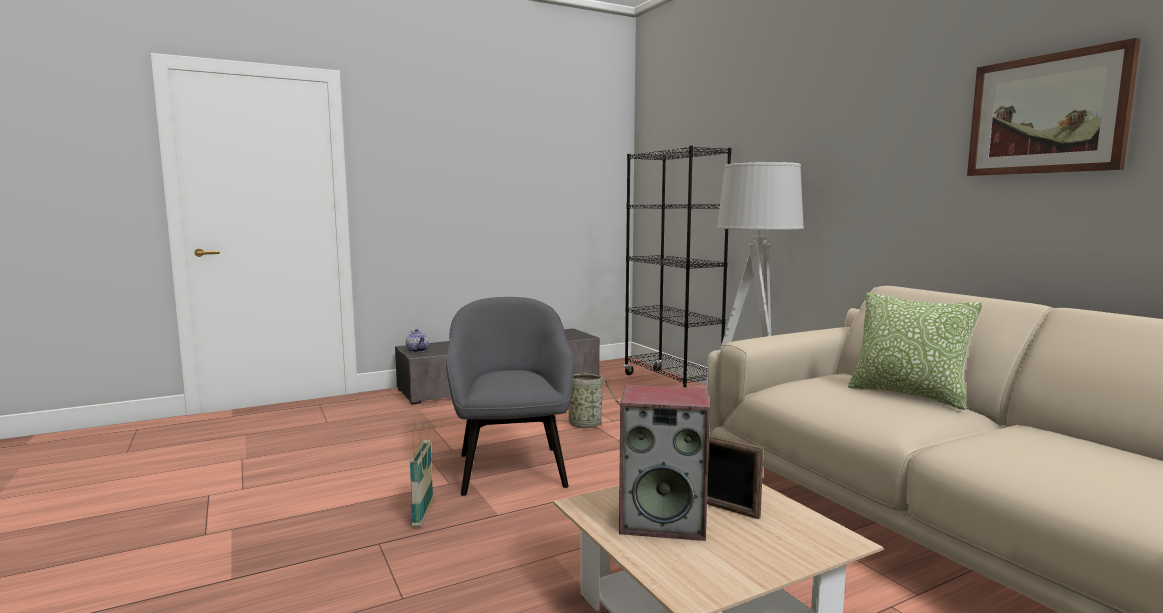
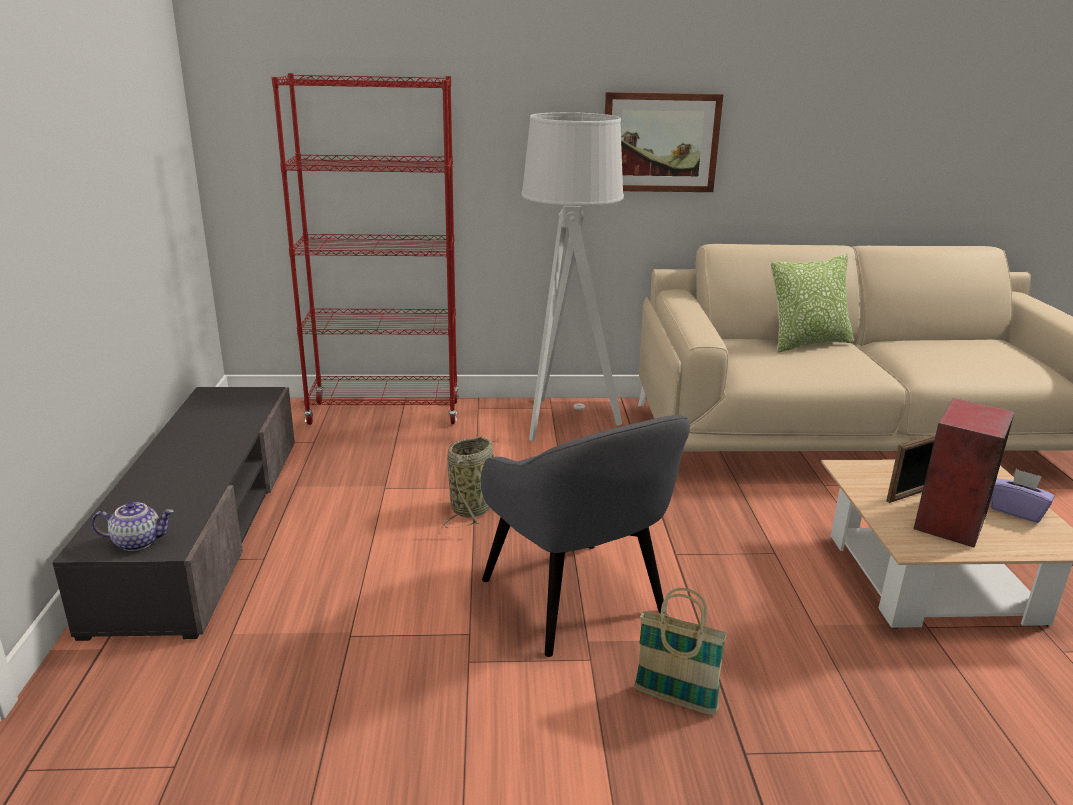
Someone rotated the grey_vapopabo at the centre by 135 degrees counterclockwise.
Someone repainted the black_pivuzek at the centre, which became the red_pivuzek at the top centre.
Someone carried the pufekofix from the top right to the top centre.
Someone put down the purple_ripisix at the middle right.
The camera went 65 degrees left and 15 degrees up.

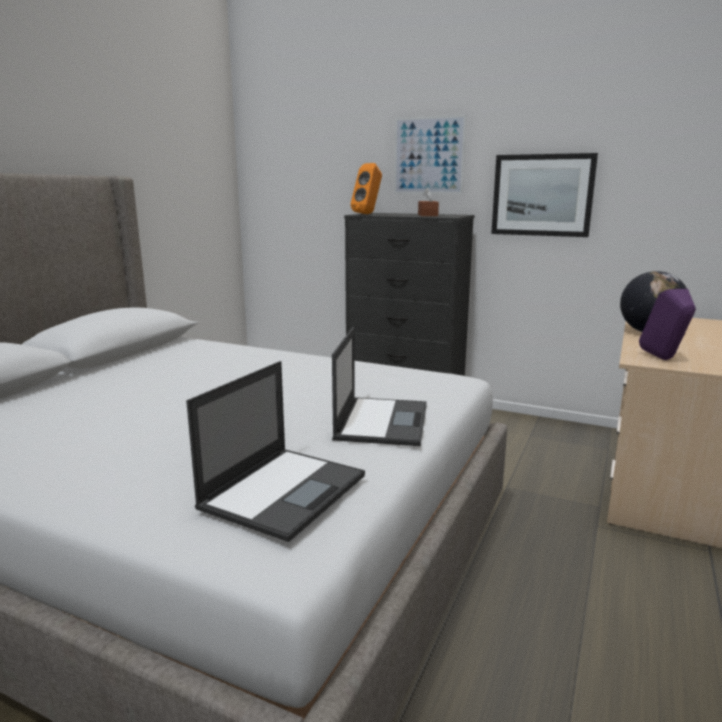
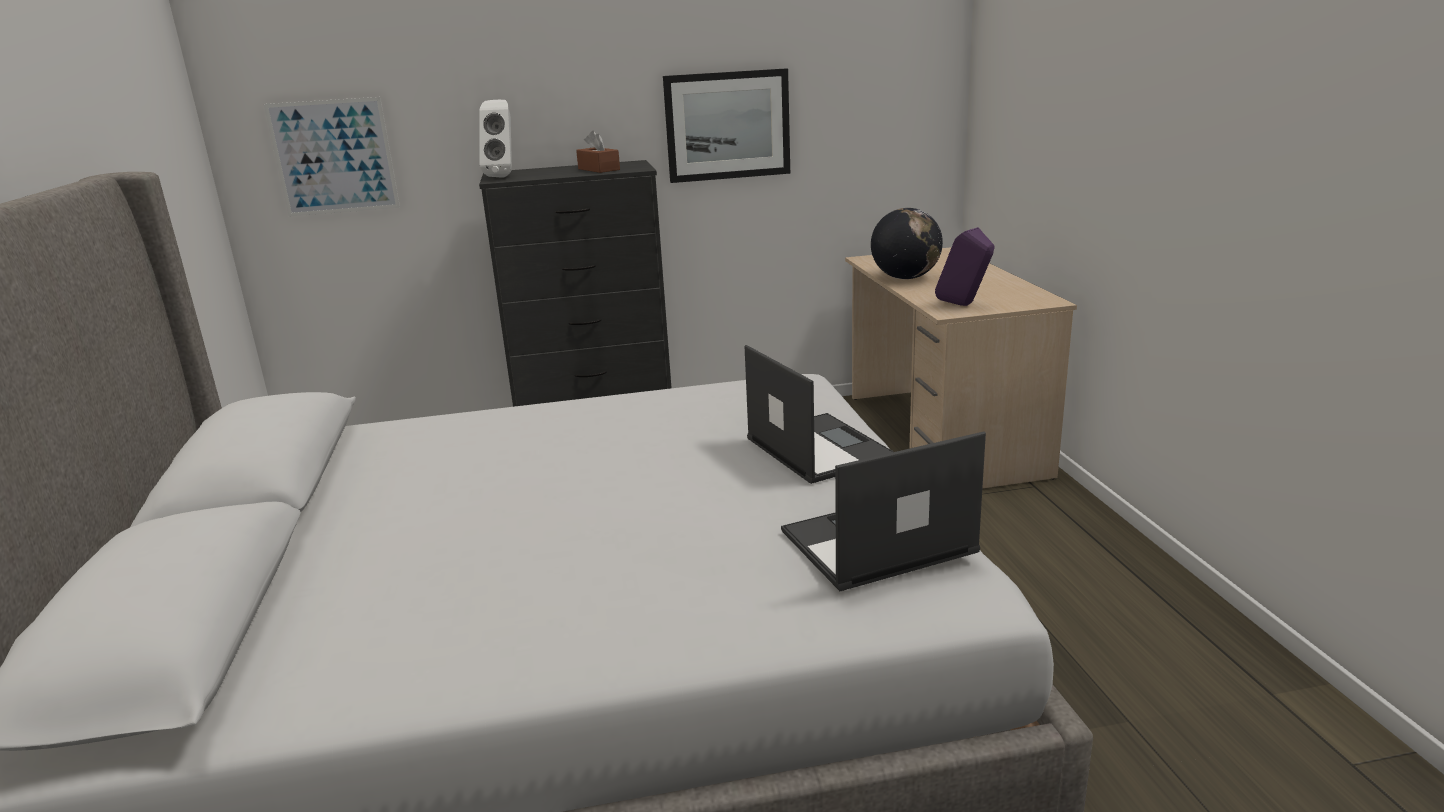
Someone rotated the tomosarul (no. 1 from left in the first image) at the centre by 105 degrees counterclockwise.
Someone repainted the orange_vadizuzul at the top centre, which became the white_vadizuzul at the top centre.
Someone carried the pufekofix (no. 1 from left) from the top centre to the top left.
The camera went 35 degrees left and 5 degrees up.

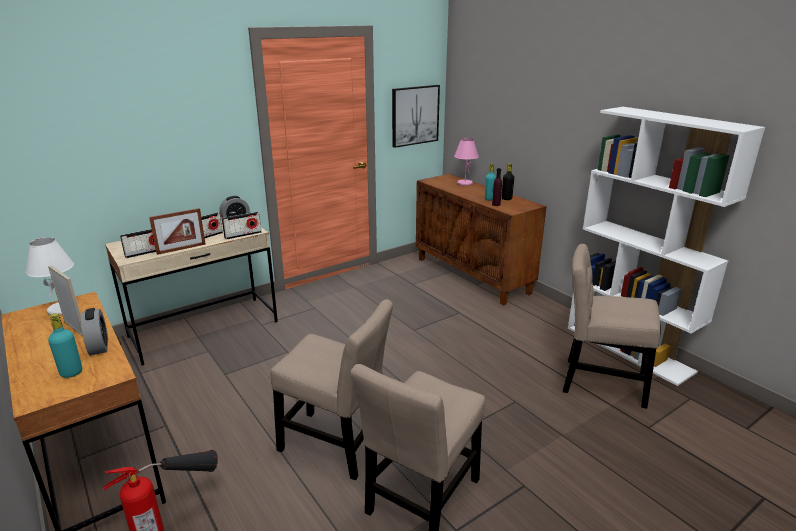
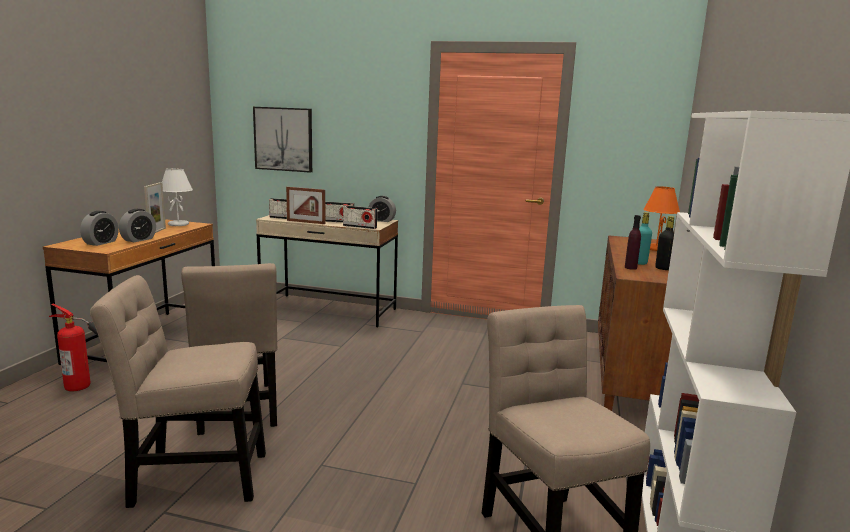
Someone swapped the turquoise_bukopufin (no. 1 from left) at the middle left for the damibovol (no. 1 from left) at the middle left.
Someone carried the pufekofix from the top centre to the top left.
Someone repainted the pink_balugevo at the top centre, which became the orange_balugevo at the middle right.
The camera went 50 degrees right and 10 degrees down.

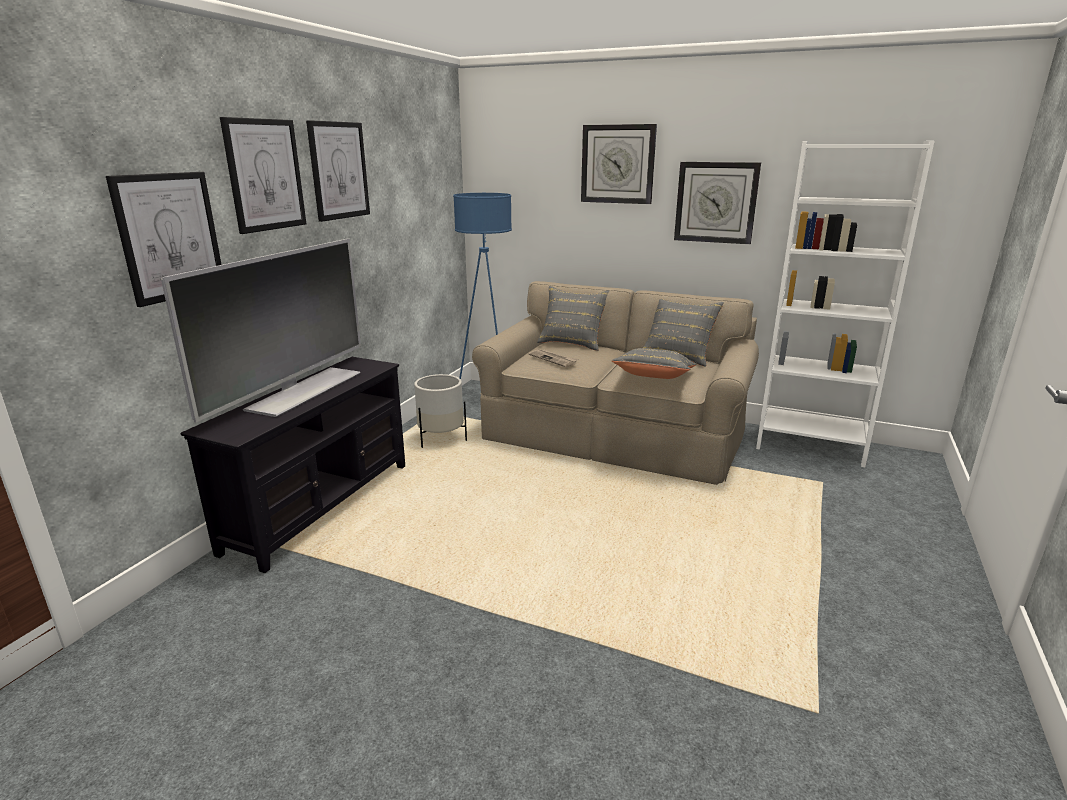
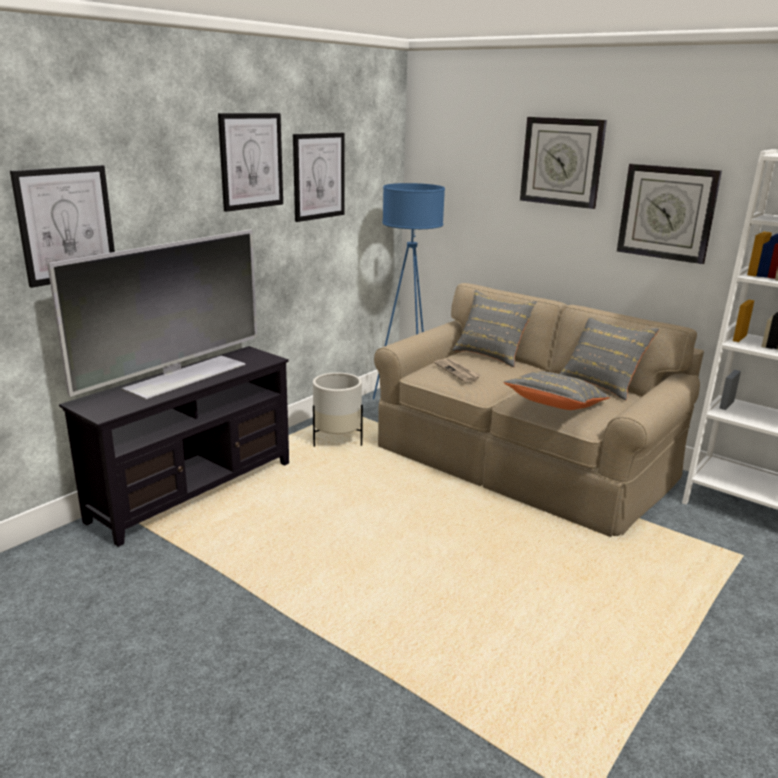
Someone carried the pufekofix (no. 2 from left in the first image) from the top left to the top centre.
The camera went 15 degrees right and 0 degrees up.

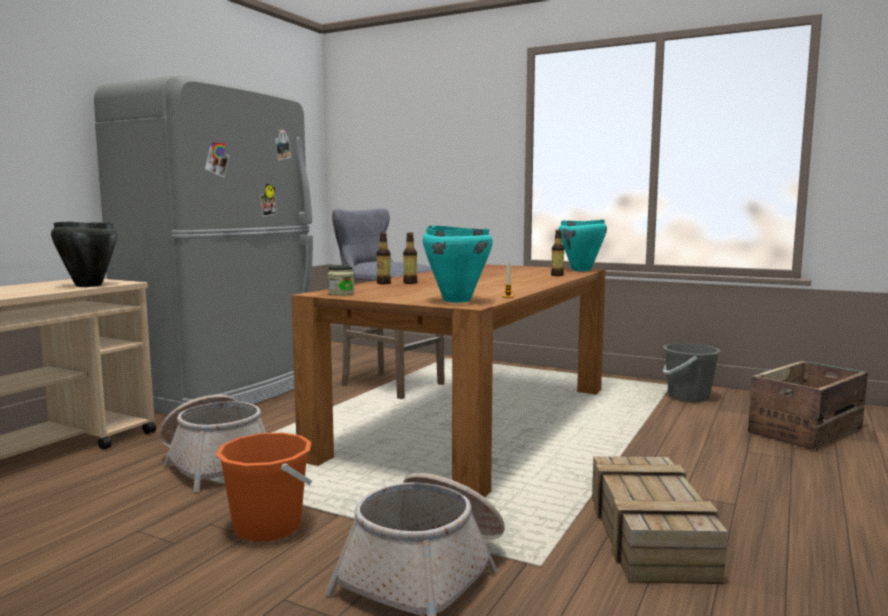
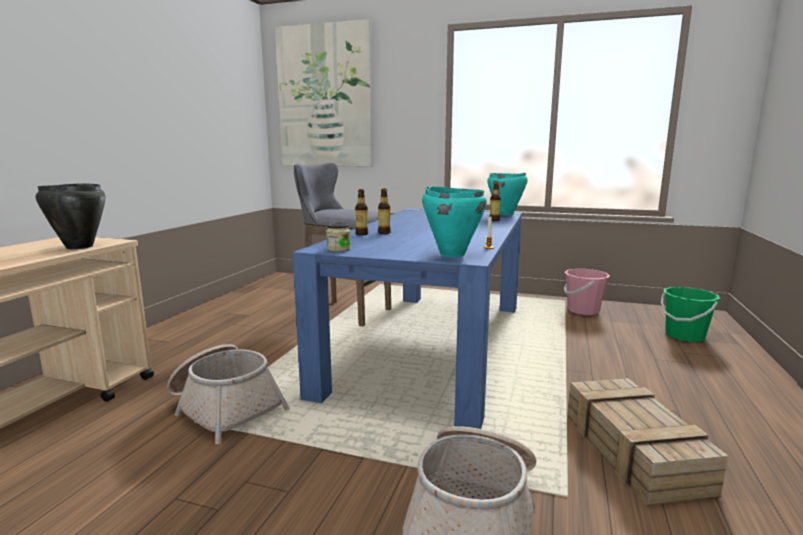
Someone took away the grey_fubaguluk at the middle left.
Someone took away the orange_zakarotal at the bottom left.
Someone repainted the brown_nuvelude at the centre, which became the blue_nuvelude at the centre.
Someone repainted the grey_zakarotal at the middle right, which became the pink_zakarotal at the middle right.
Someone swapped the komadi (no. 2 from left) at the middle right for the green_zakarotal at the middle right.
Someone put up the pufekofix at the top centre.
The camera went 10 degrees left and 5 degrees up.

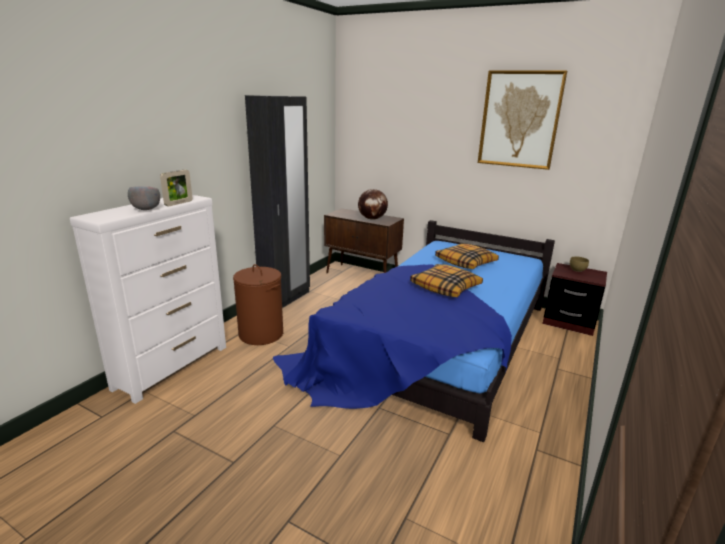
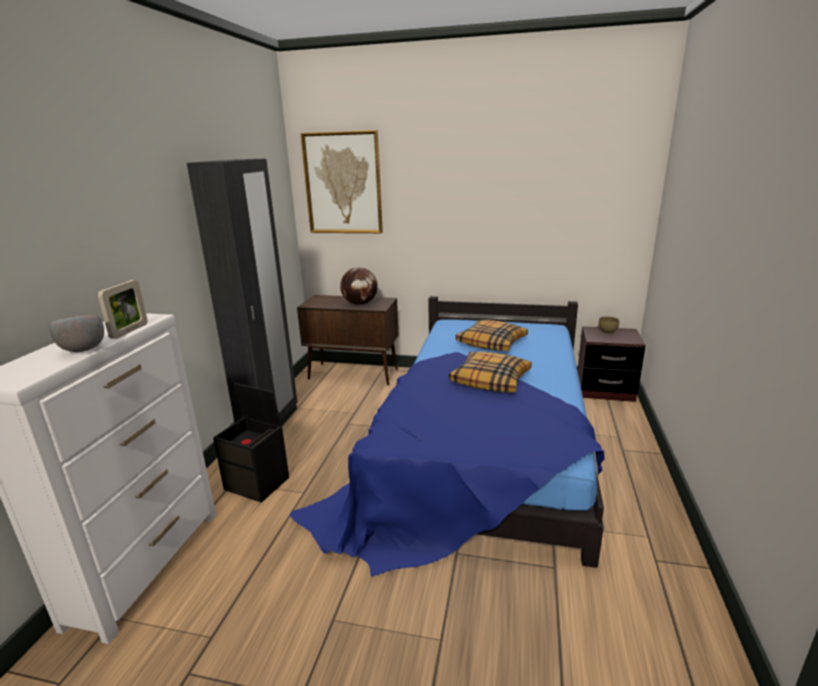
Someone swapped the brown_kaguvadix at the centre for the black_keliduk at the middle left.
Someone carried the pufekofix from the top right to the top centre.
The camera went 15 degrees left and 0 degrees up.

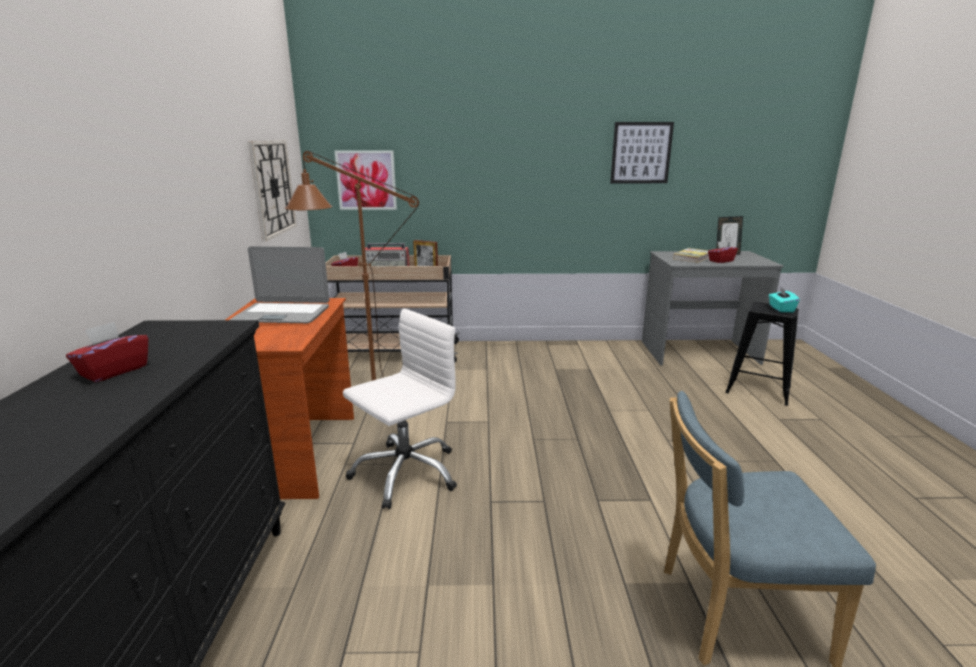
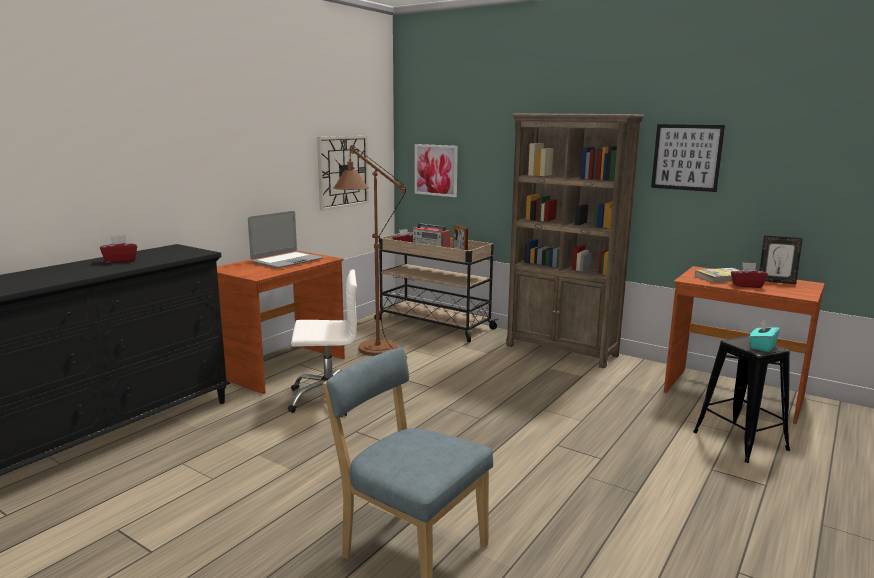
Someone rotated the tomosarul at the middle left by 90 degrees counterclockwise.
Someone repainted the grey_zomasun at the middle right, which became the brown_zomasun (no. 2 from left) at the middle right.
Someone put down the brown_pivuzek at the centre.
The camera went 35 degrees right and 5 degrees down.

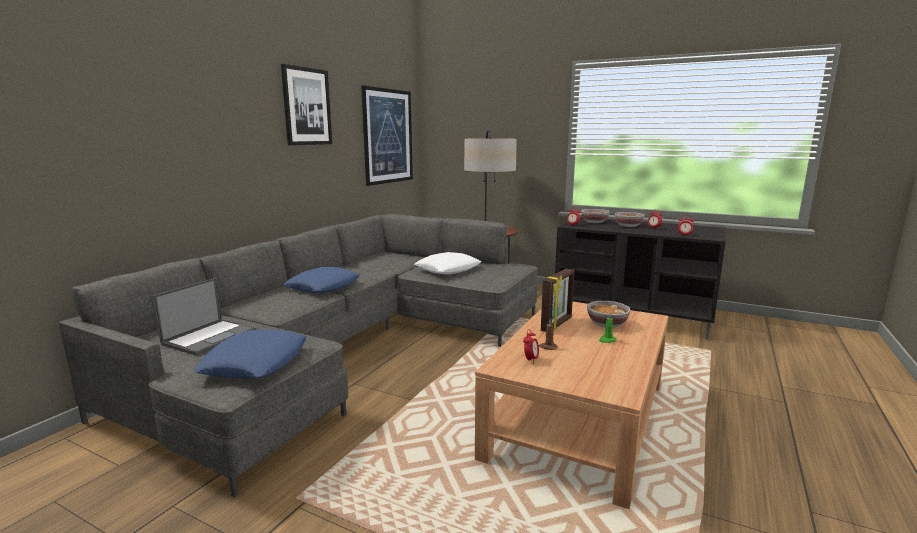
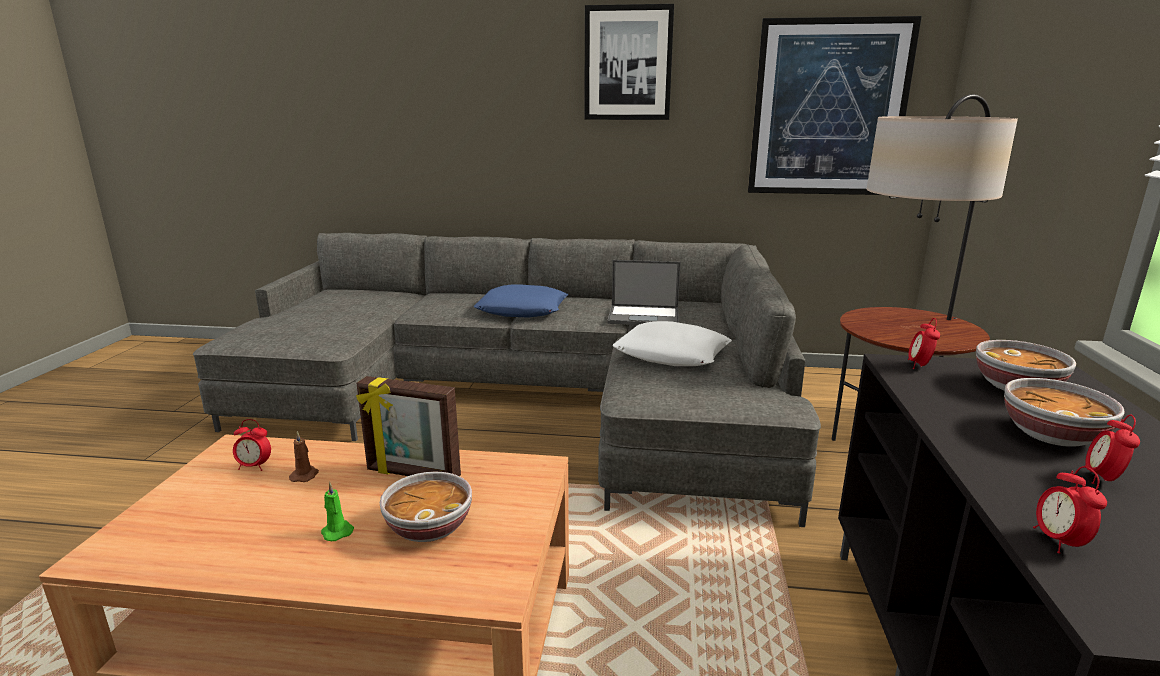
Someone carried the tomosarul from the middle left to the centre.
Someone took away the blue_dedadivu (no. 1 from left) at the middle left.
The camera went 70 degrees right and 5 degrees up.

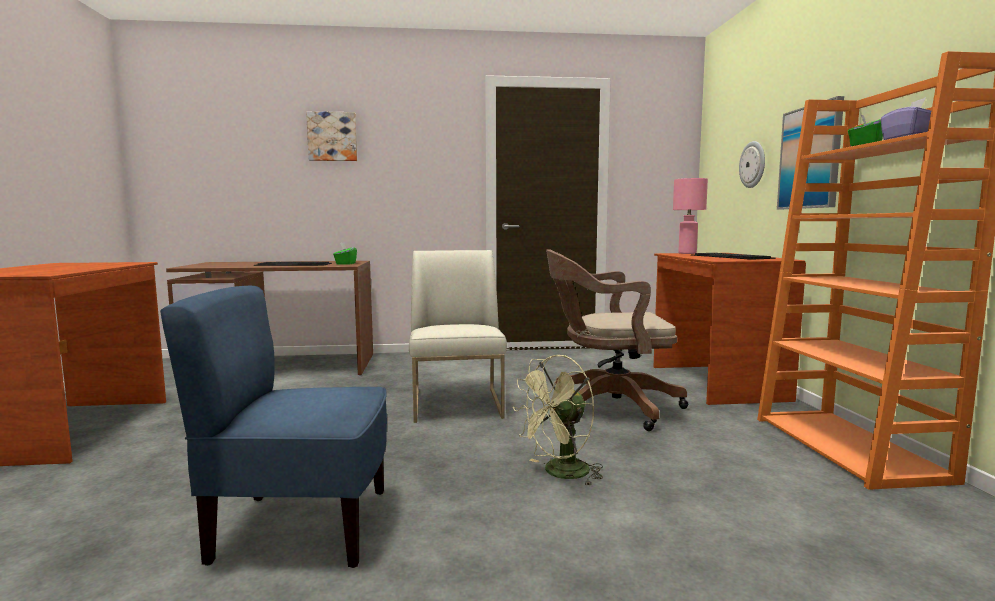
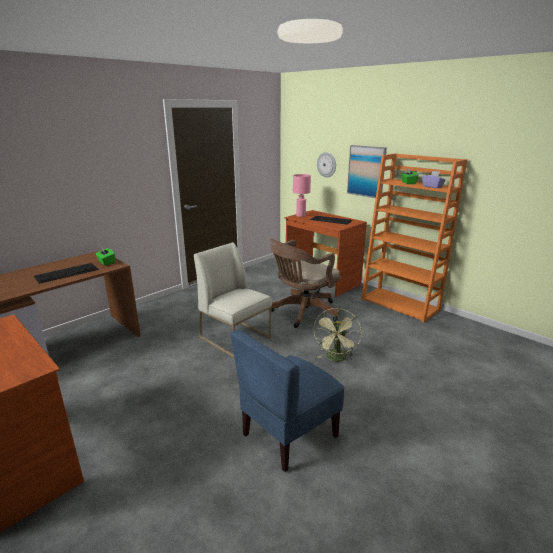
Someone took away the pufekofix (no. 1 from left) at the top left.
The camera went 40 degrees left and 15 degrees up.

